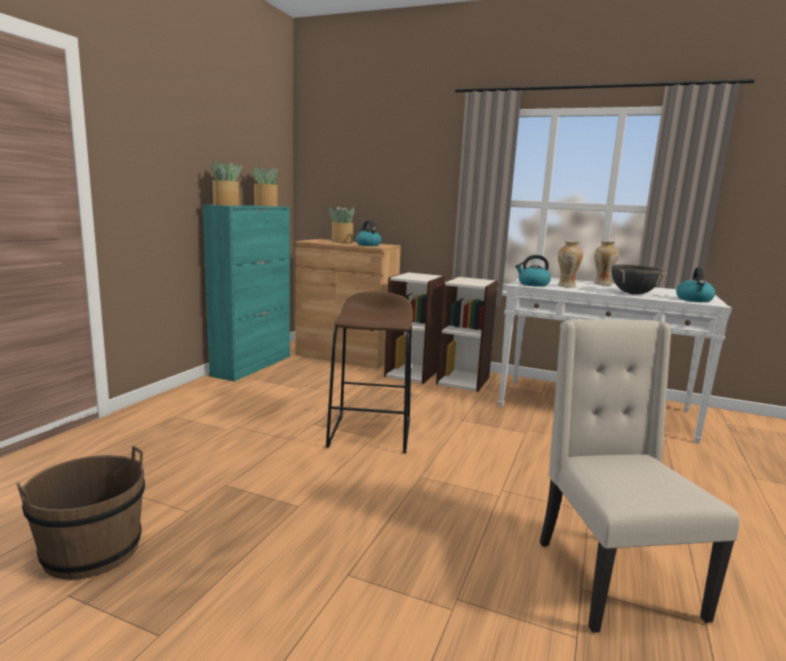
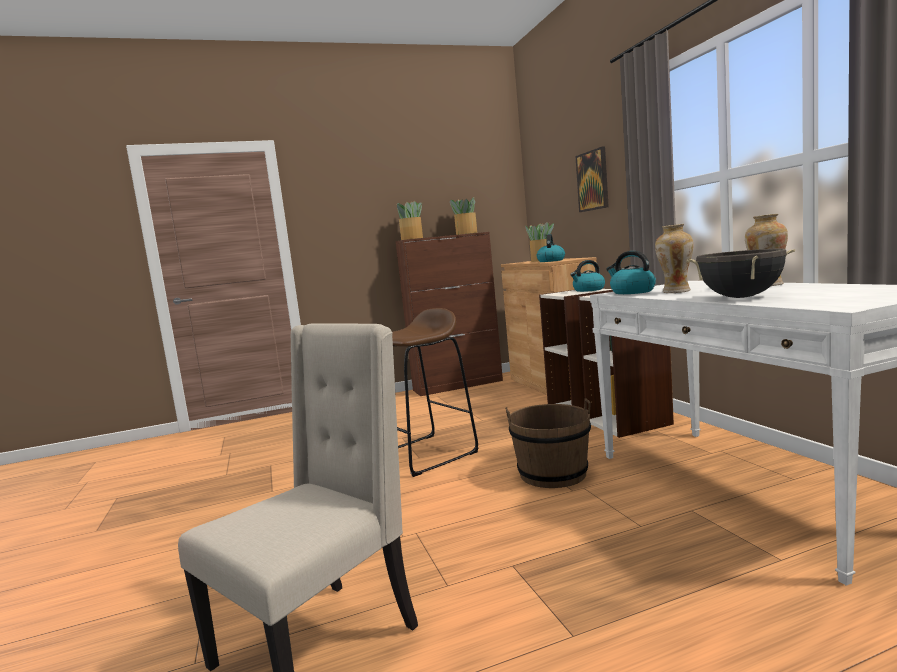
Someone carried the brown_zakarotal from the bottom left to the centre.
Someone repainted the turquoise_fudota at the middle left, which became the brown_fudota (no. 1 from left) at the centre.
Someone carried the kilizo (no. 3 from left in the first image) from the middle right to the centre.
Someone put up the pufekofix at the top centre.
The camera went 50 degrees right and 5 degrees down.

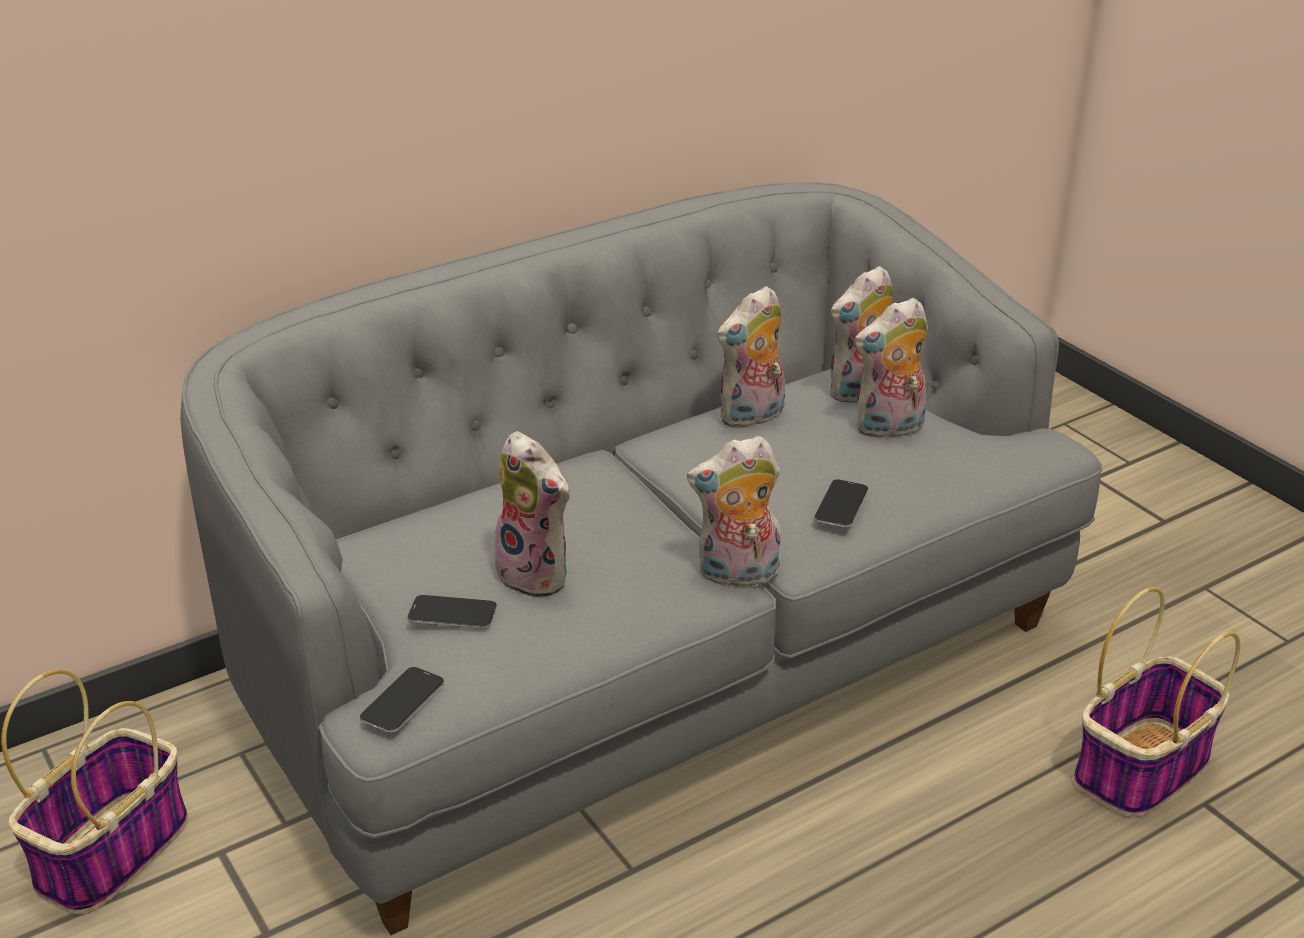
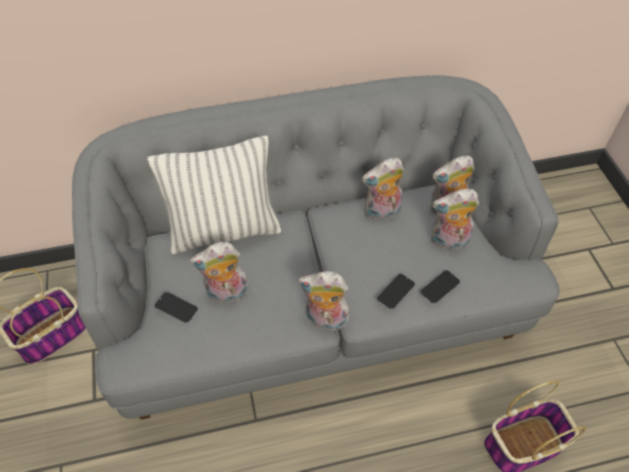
Someone carried the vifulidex (no. 1 from left in the first image) from the bottom left to the middle right.
Someone rotated the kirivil (no. 1 from left) at the centre by 105 degrees clockwise.
Someone put down the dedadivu at the centre.
The camera went 20 degrees right and 20 degrees up.

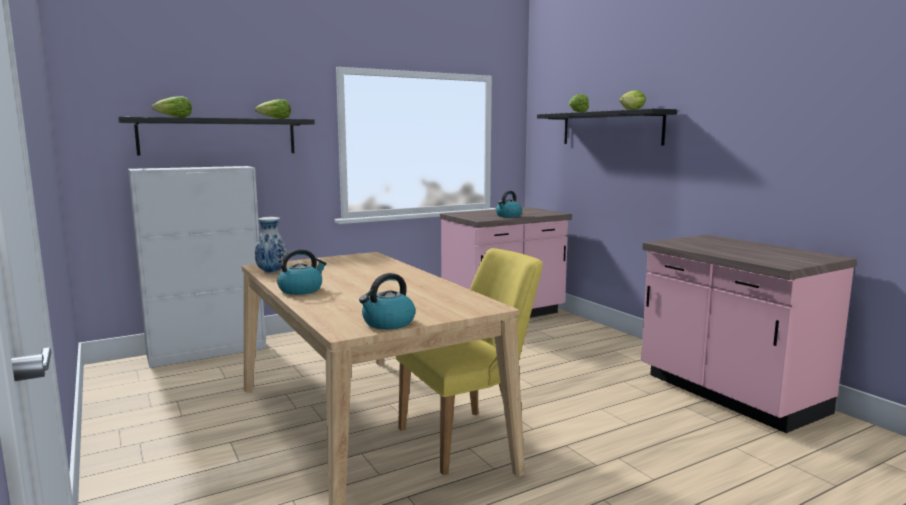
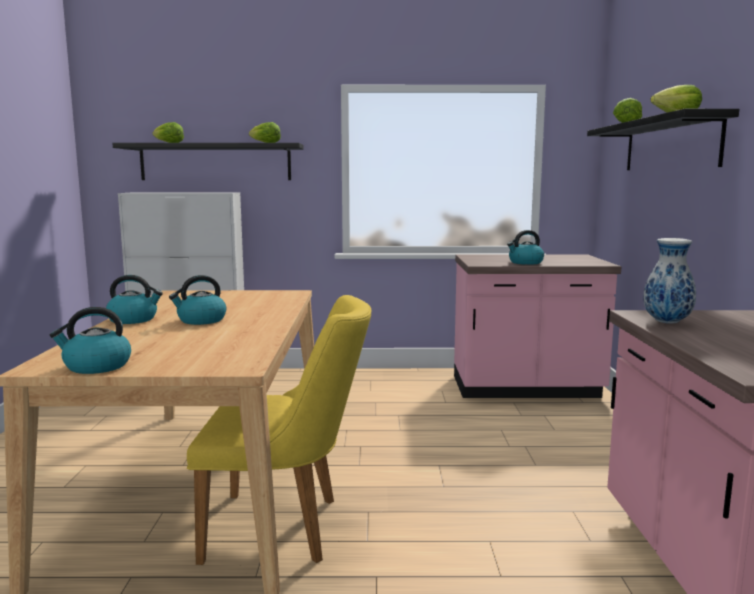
Someone carried the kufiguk from the middle left to the middle right.
Someone put down the kilizo (no. 3 from left) at the middle left.
The camera went 30 degrees right and 0 degrees up.

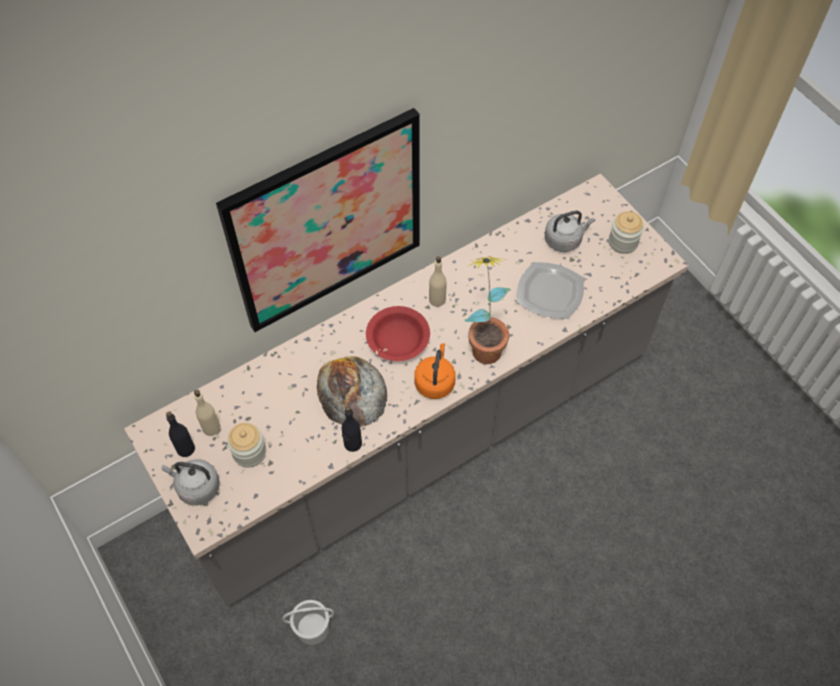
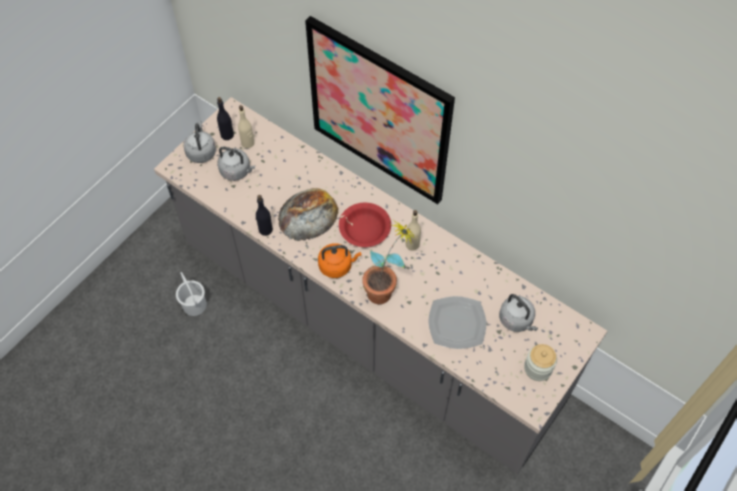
Someone swapped the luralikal (no. 1 from left) at the middle left for the grey_kilizo (no. 2 from left) at the middle left.
The camera went 70 degrees right and 0 degrees up.

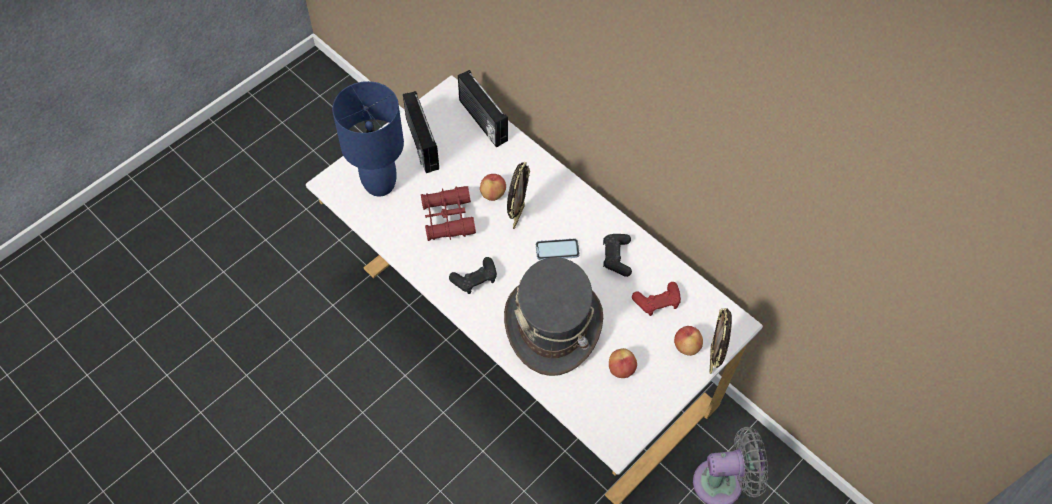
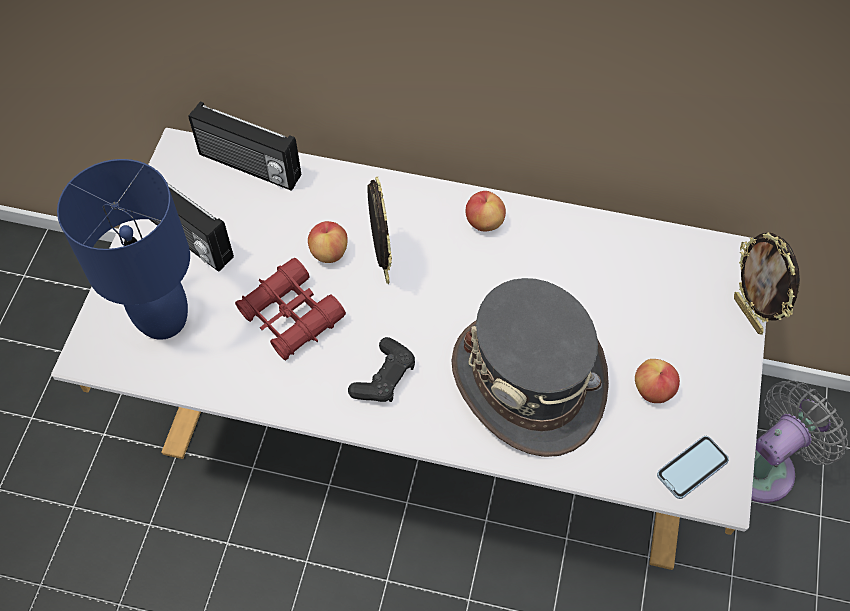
Someone carried the vifulidex from the centre to the bottom right.
Someone took away the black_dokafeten (no. 2 from left) at the centre.
Someone took away the red_dokafeten at the centre.
Someone carried the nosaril (no. 3 from left in the first image) from the bottom centre to the centre.
The camera went 30 degrees left and 0 degrees up.

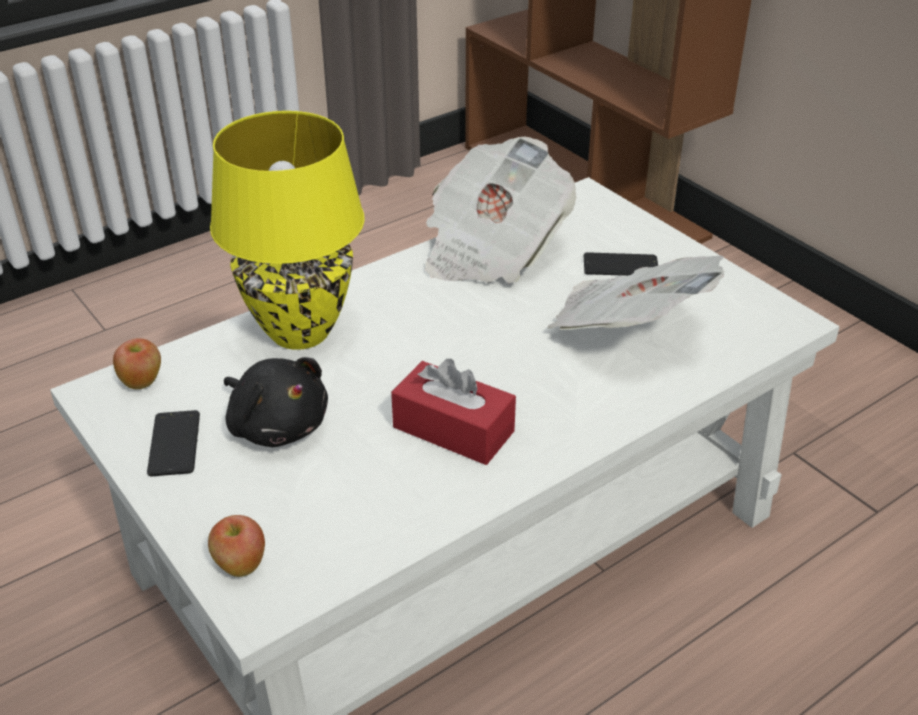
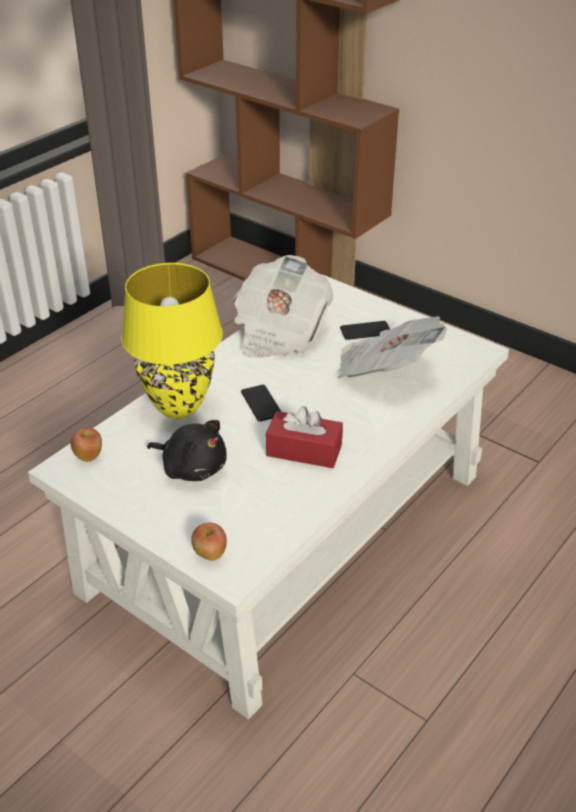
Someone carried the vifulidex (no. 1 from left) from the middle left to the centre.
The camera went 15 degrees left and 0 degrees up.

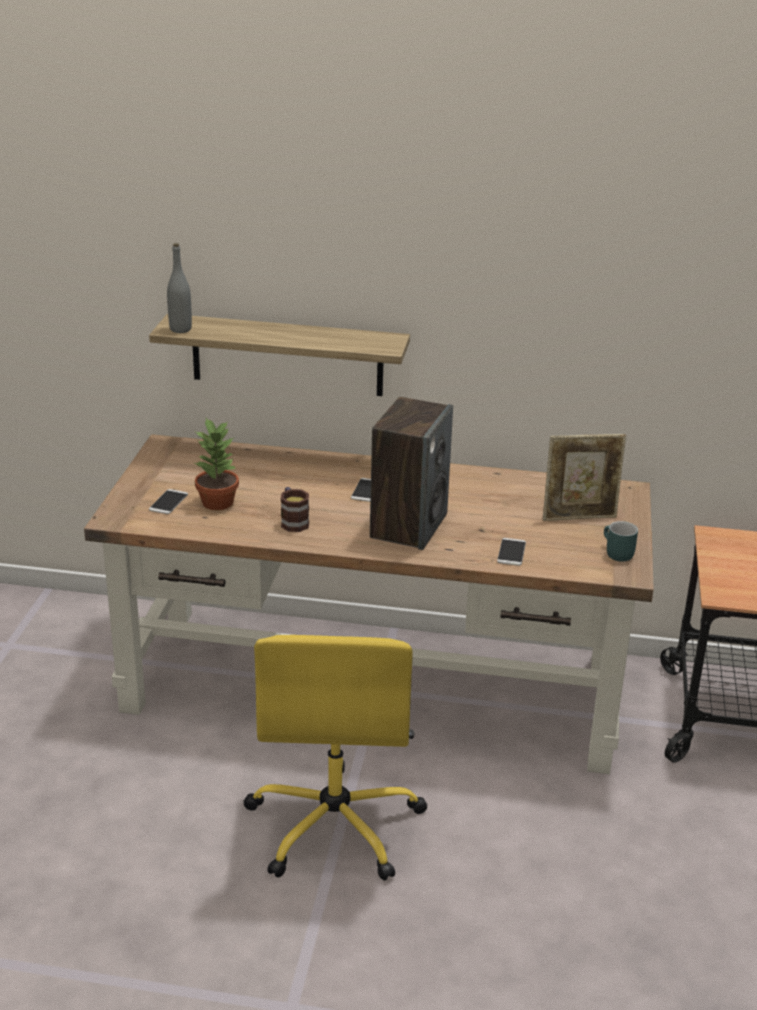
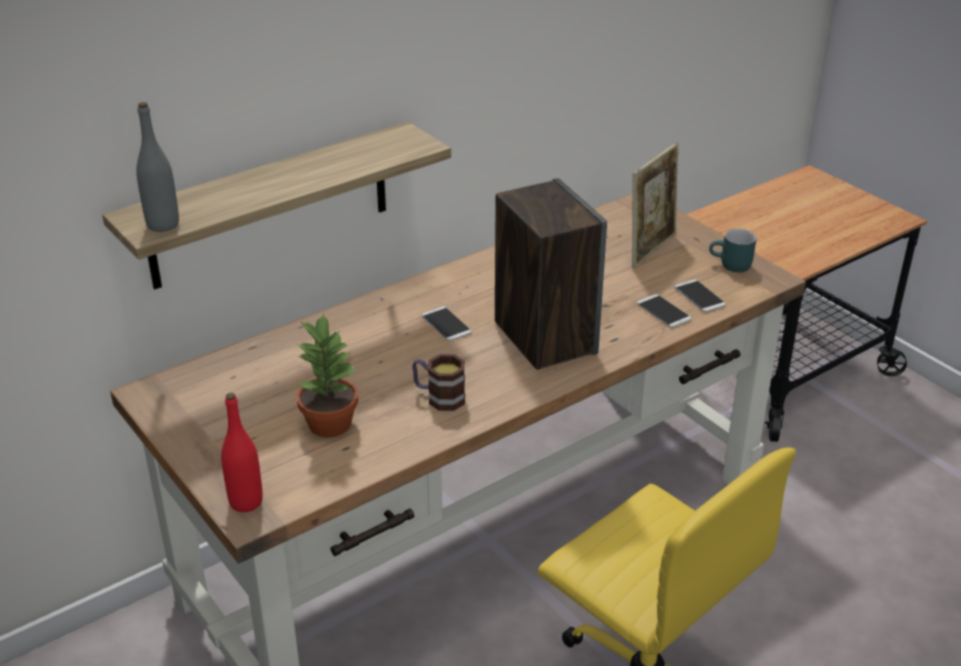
Someone carried the vifulidex (no. 1 from left in the first image) from the middle left to the middle right.
Someone put down the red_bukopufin at the bottom left.
The camera went 45 degrees left and 5 degrees up.

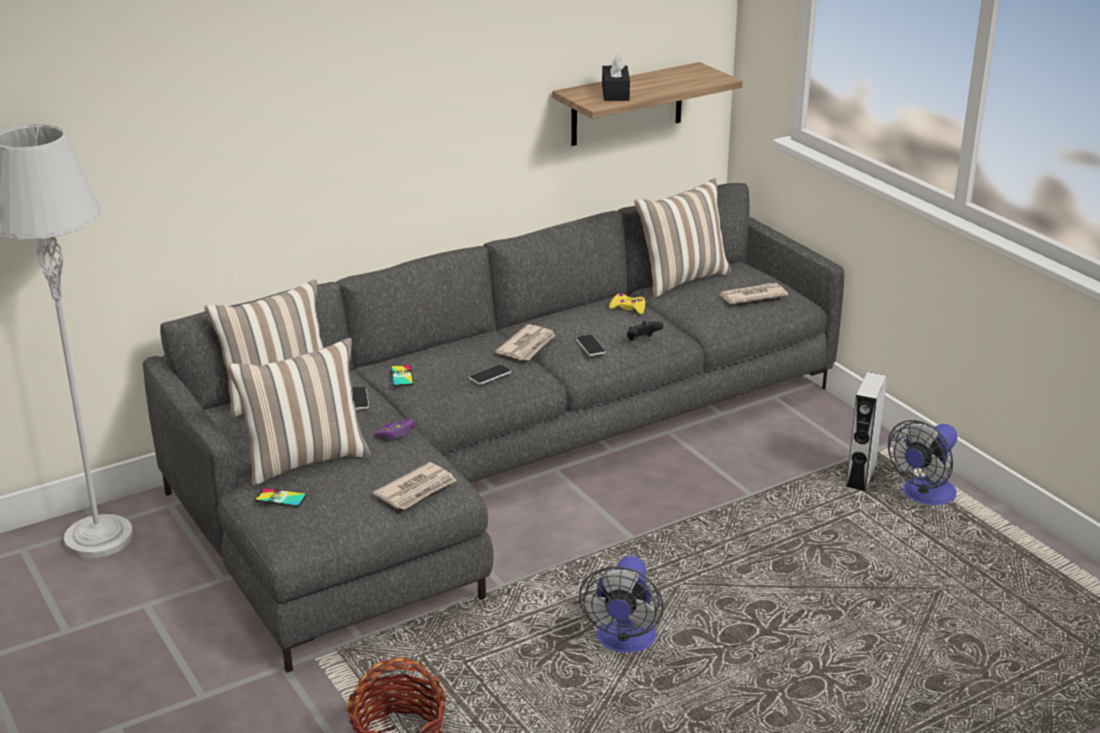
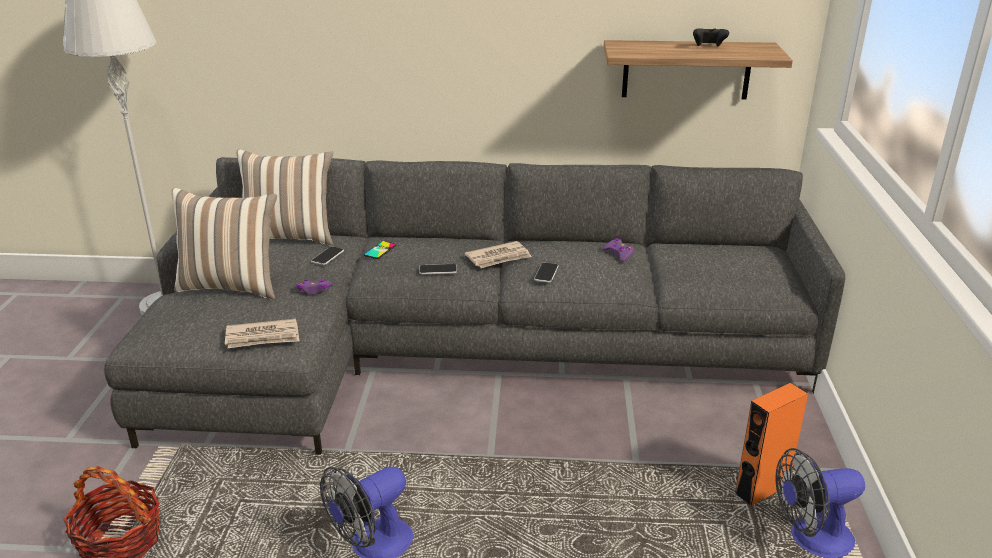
Someone took away the vifulidex (no. 1 from left) at the bottom left.
Someone took away the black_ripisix at the top centre.
Someone repainted the yellow_dokafeten at the centre, which became the purple_dokafeten (no. 2 from left) at the centre.
Someone carried the black_dokafeten from the centre to the top right.
Someone took away the dedadivu (no. 3 from left) at the top centre.
Someone took away the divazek (no. 3 from left) at the middle right.
Someone repainted the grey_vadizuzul at the middle right, which became the orange_vadizuzul at the bottom right.
The camera went 35 degrees right and 0 degrees up.

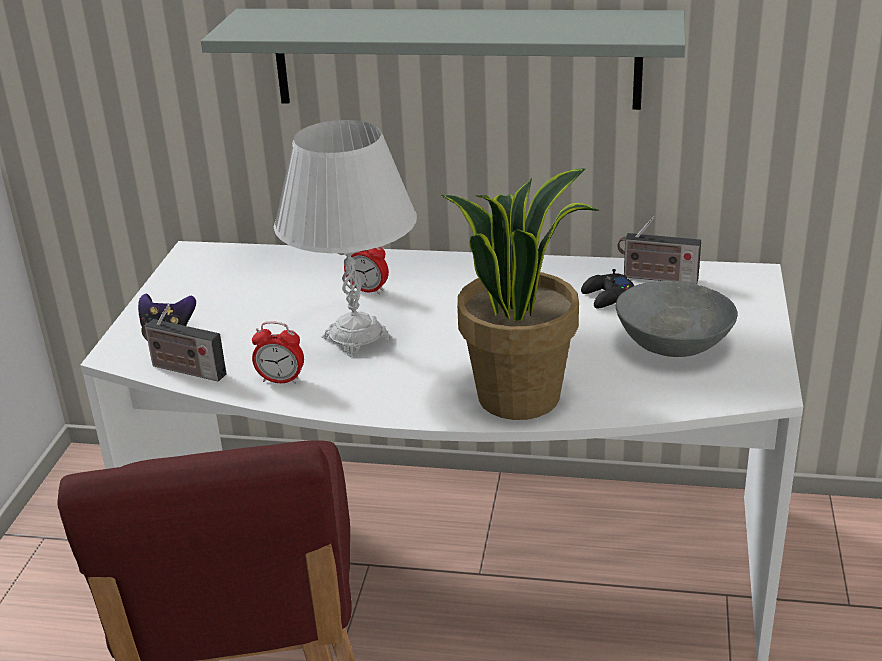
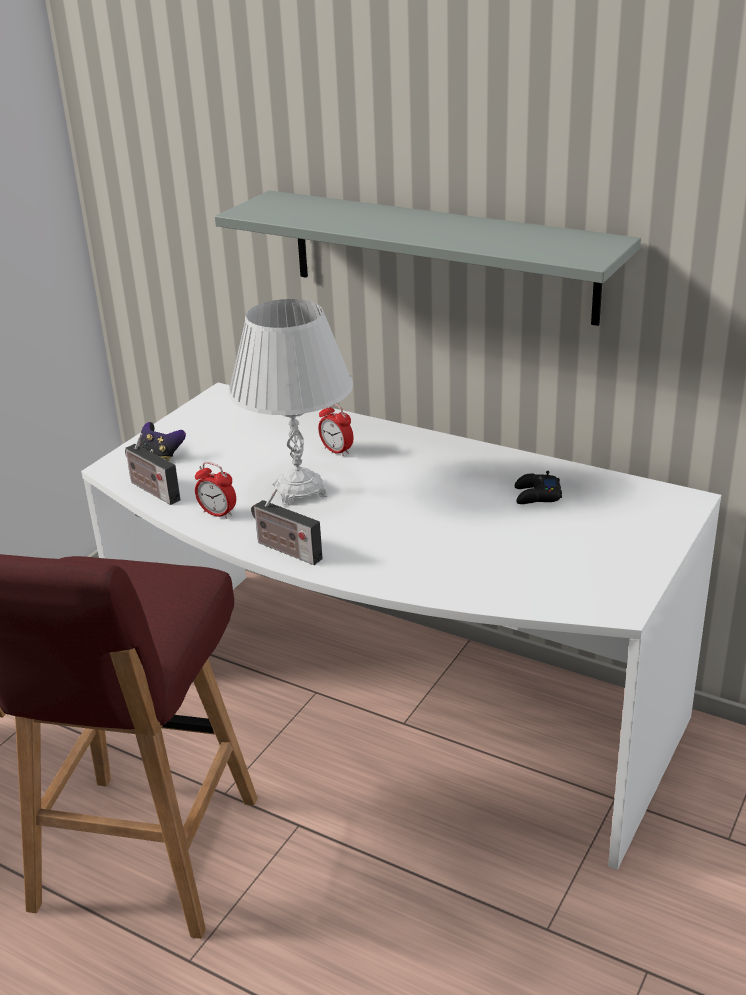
Someone took away the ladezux at the centre.
Someone took away the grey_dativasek at the middle right.
Someone carried the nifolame (no. 2 from left) from the middle right to the centre.
The camera went 20 degrees right and 0 degrees up.

